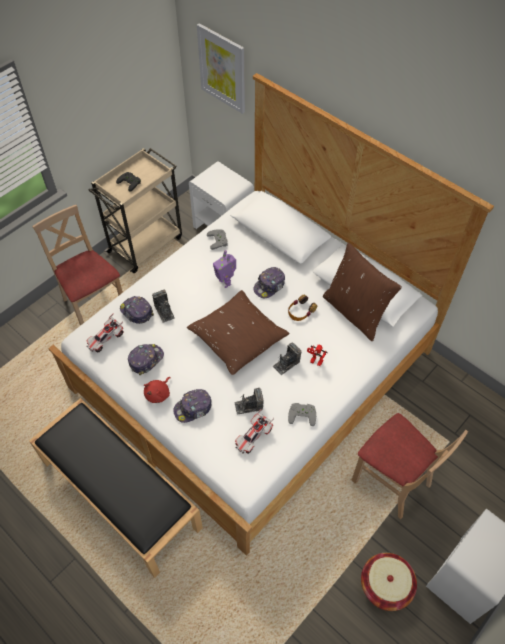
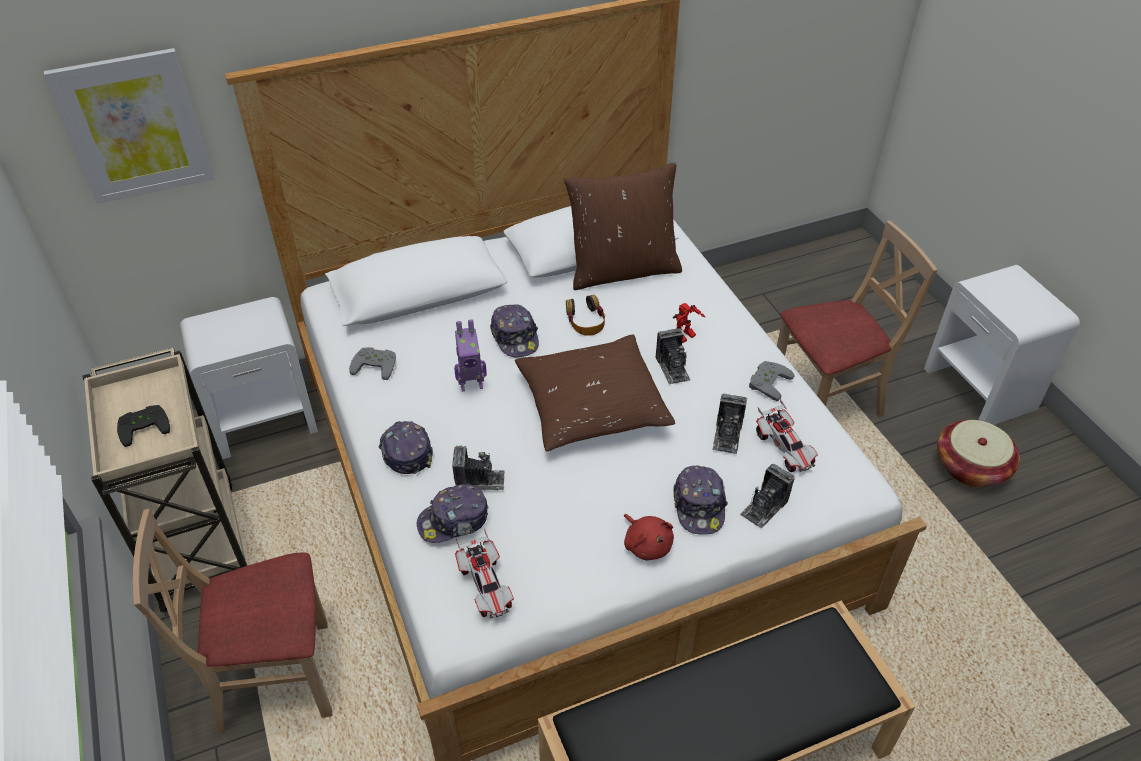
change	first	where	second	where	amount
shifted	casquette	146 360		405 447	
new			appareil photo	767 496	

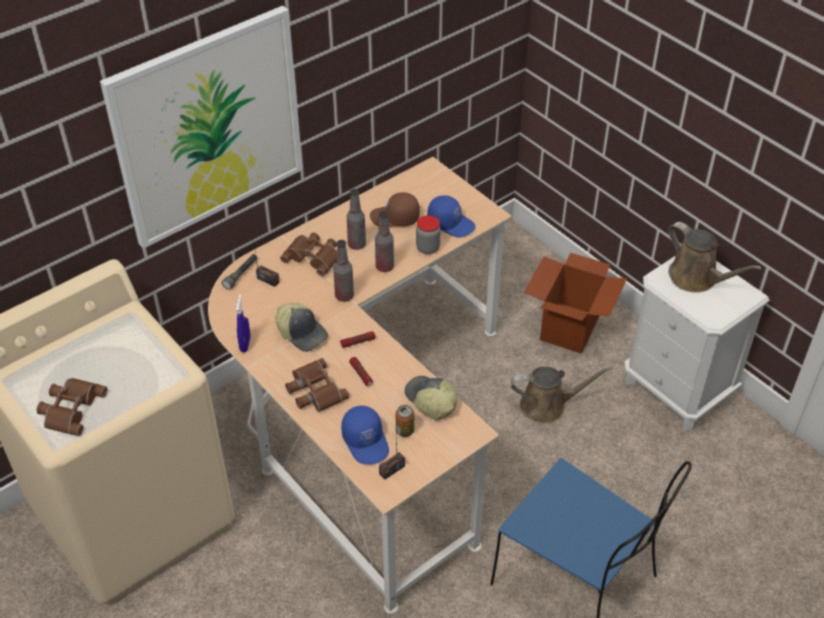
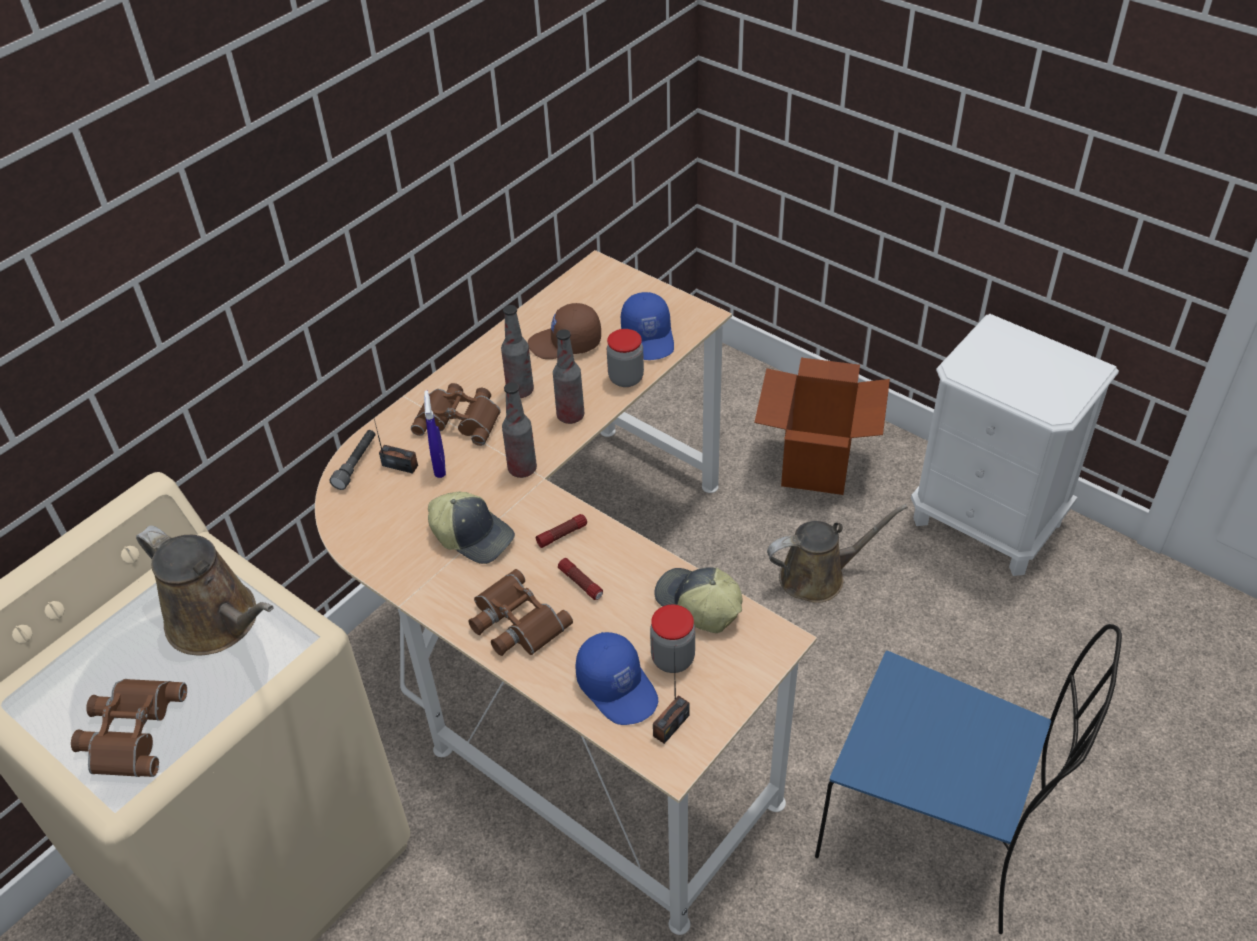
change	first	where	second	where	amount
shifted	arrosoir/marron	715 257		205 590	
shifted	vaporisateur/bleu	243 323		435 434	
rotated	casquette/bleu	451 216		647 326	60 degrees clockwise
swapped	boîte métallique	405 421	bocal	672 639	
gone	tableau	201 127			

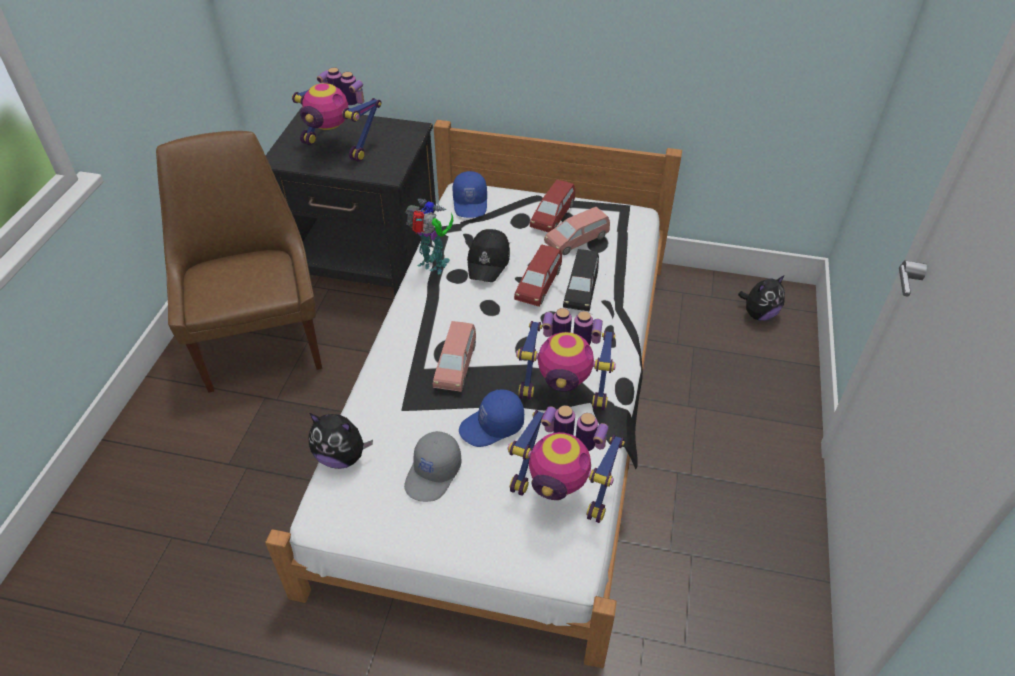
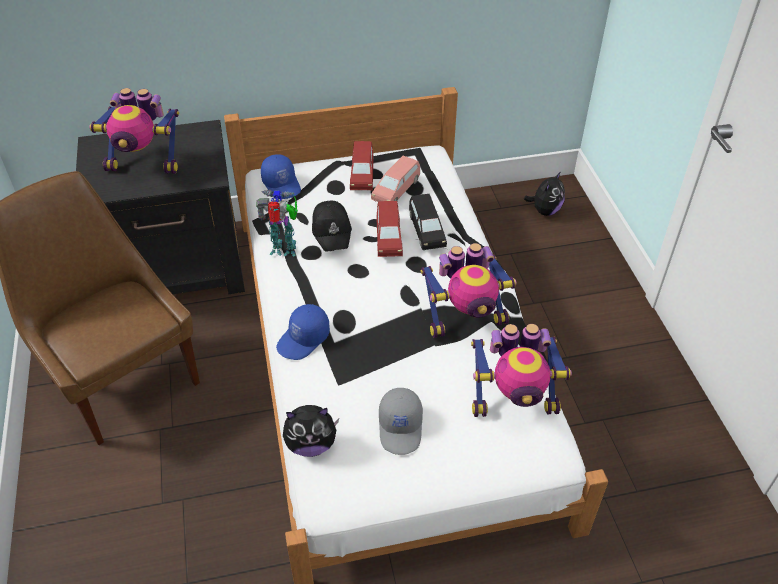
change	first	where	second	where	amount
shifted	casquette/bleu	491 418		303 332	
gone	petite voiture/rose	454 356			

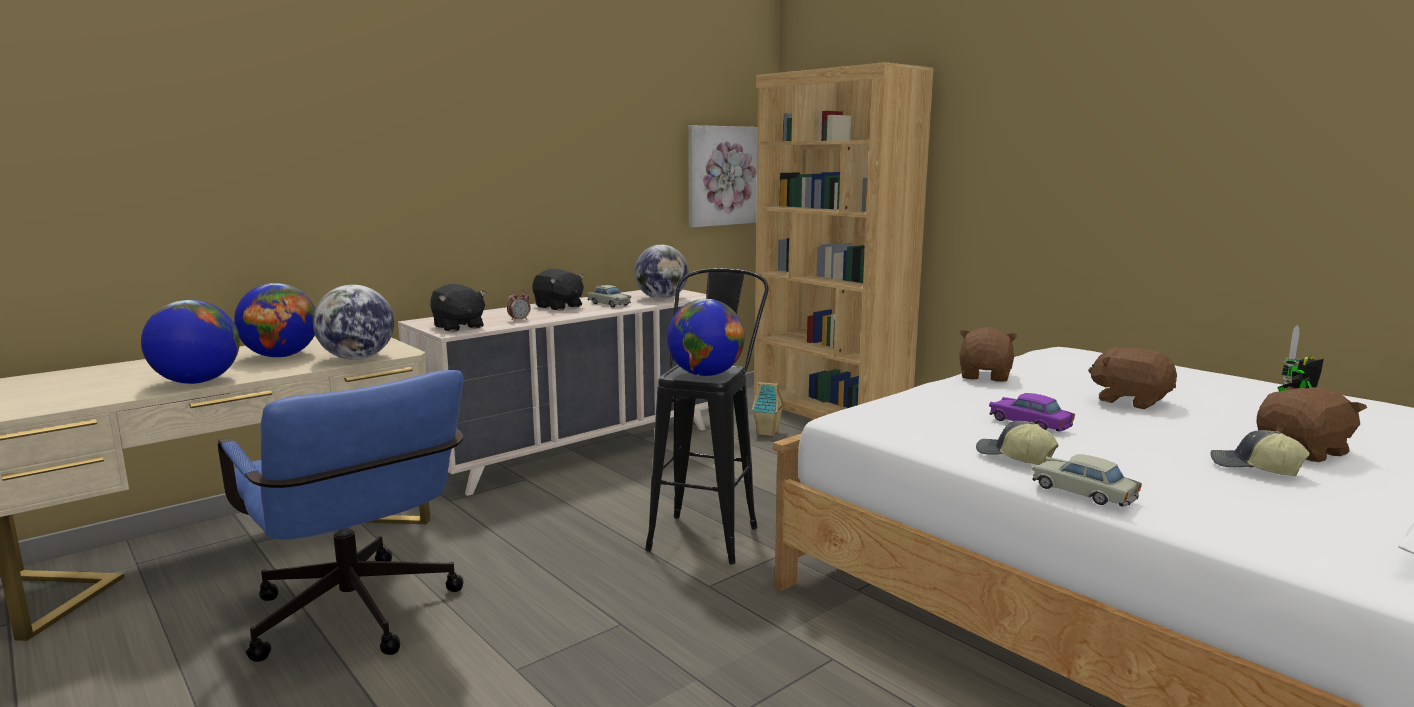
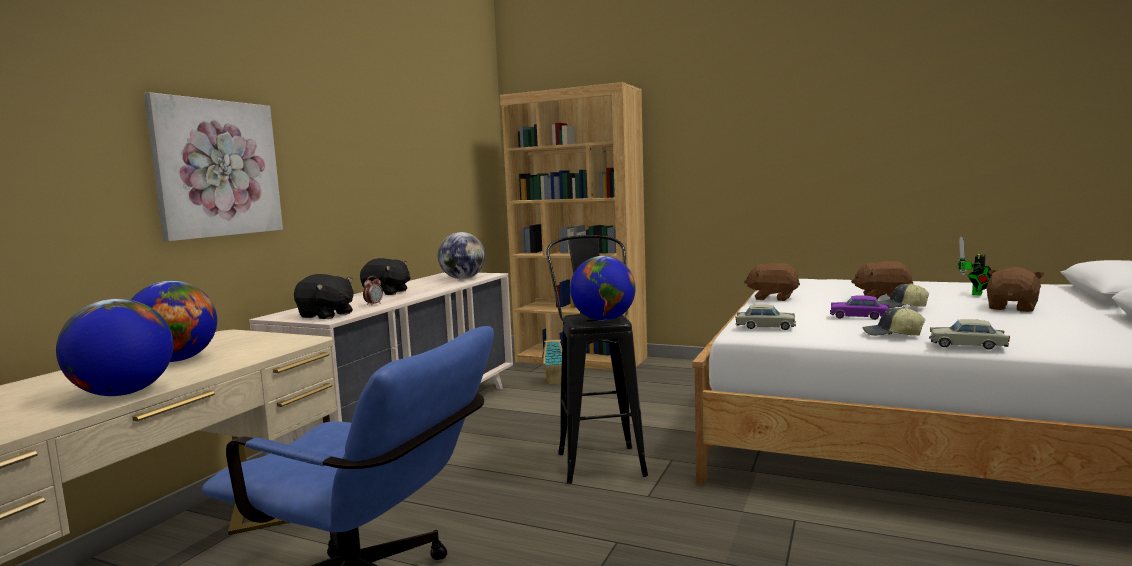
change	first	where	second	where	amount
shifted	tableau	723 176		213 166	
shifted	petite voiture/beige	609 296		766 317	
rotated	peluche/marron	988 354		772 282	60 degrees counterclockwise
shifted	casquette	1260 453		904 295	
gone	globe	353 322			

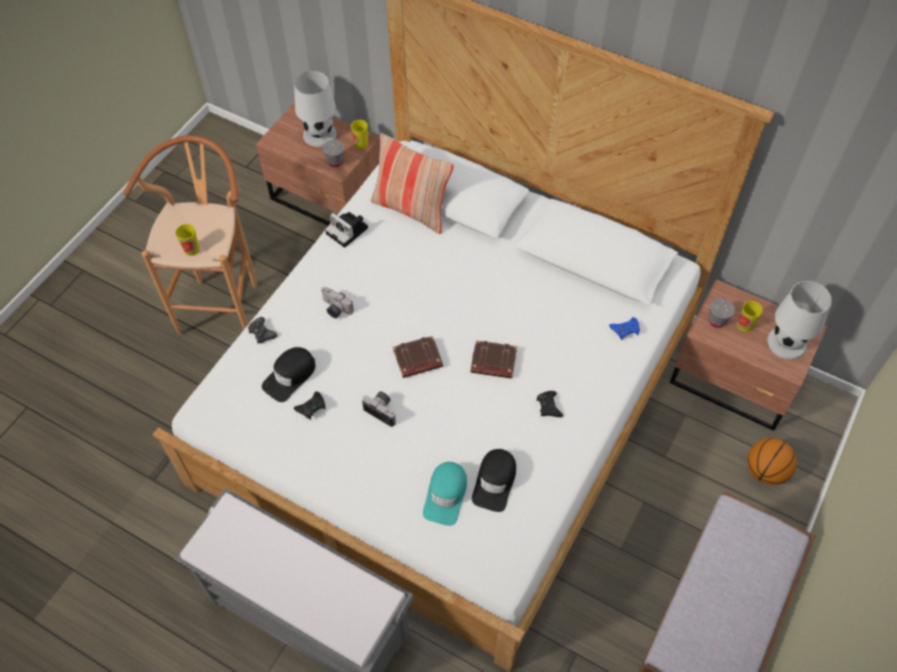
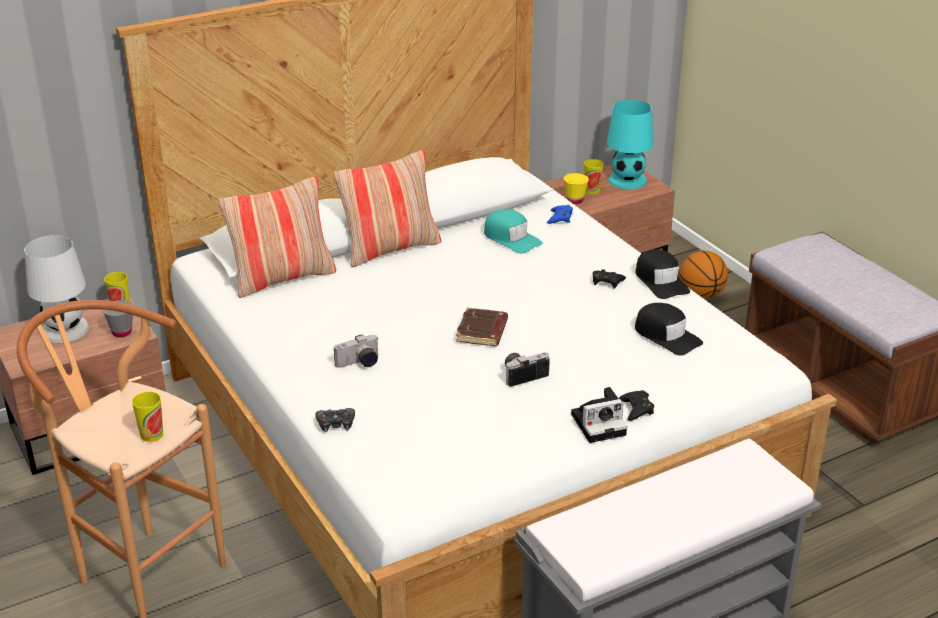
change	first	where	second	where	amount
new			coussin	387 208	
shifted	casquette/turquoise	445 494		513 231	
repainted	tasse/gris	722 313	tasse/jaune	576 188	
shifted	appareil photo	346 230		599 415	
repainted	lampe de table/blanc	799 320	lampe de table/turquoise	630 144	
shifted	manette/noir	310 405		636 405	
shifted	casquette/noir	288 374		662 274	
gone	livre/marron	494 360			

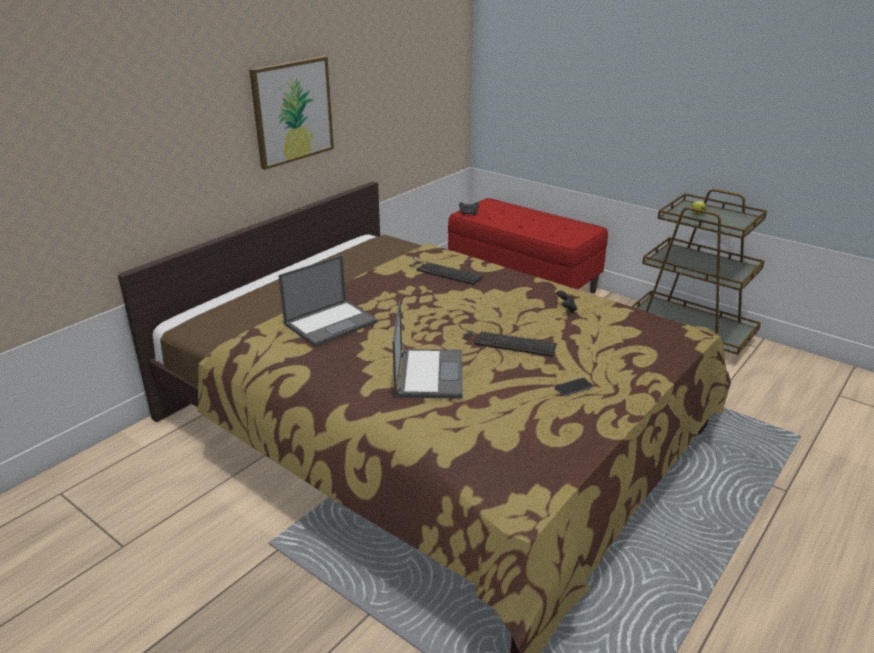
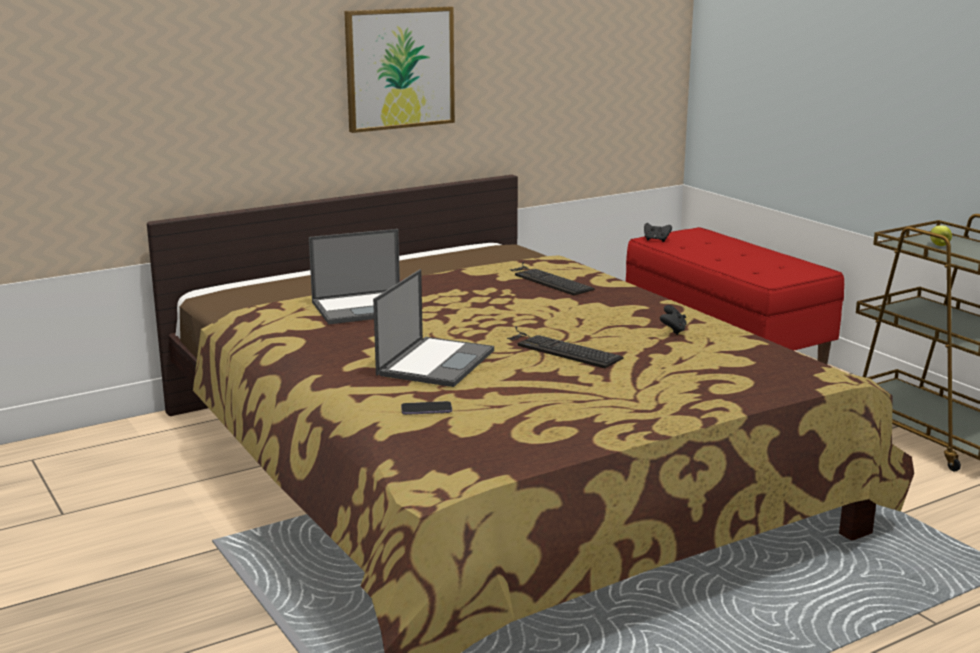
change	first	where	second	where	amount
shifted	téléphone	574 387		426 408	

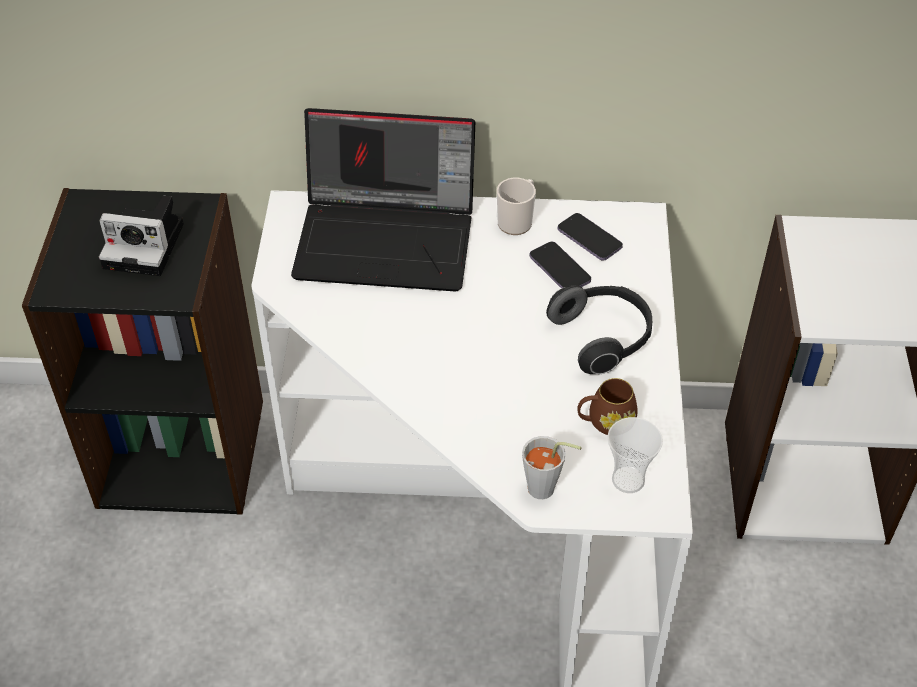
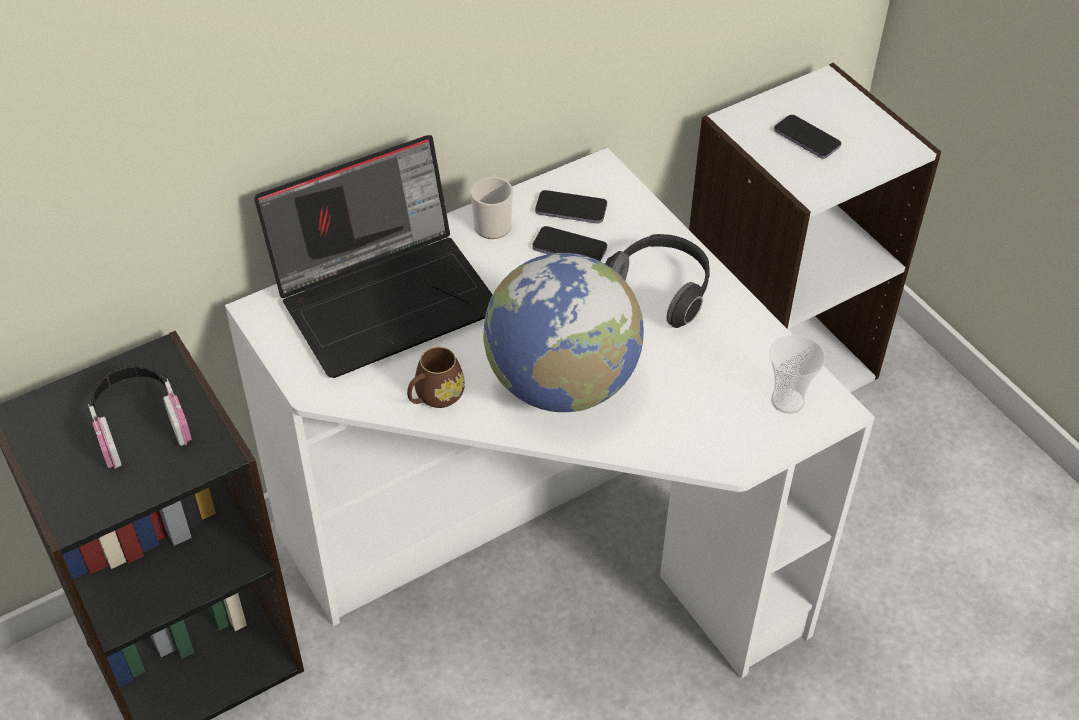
change	first	where	second	where	amount
swapped	appareil photo	141 236	casque audio	140 417	
shifted	mug/marron	607 406		436 377	
new			globe	563 332	
new			téléphone	807 137	
gone	tasse/gris	552 467			

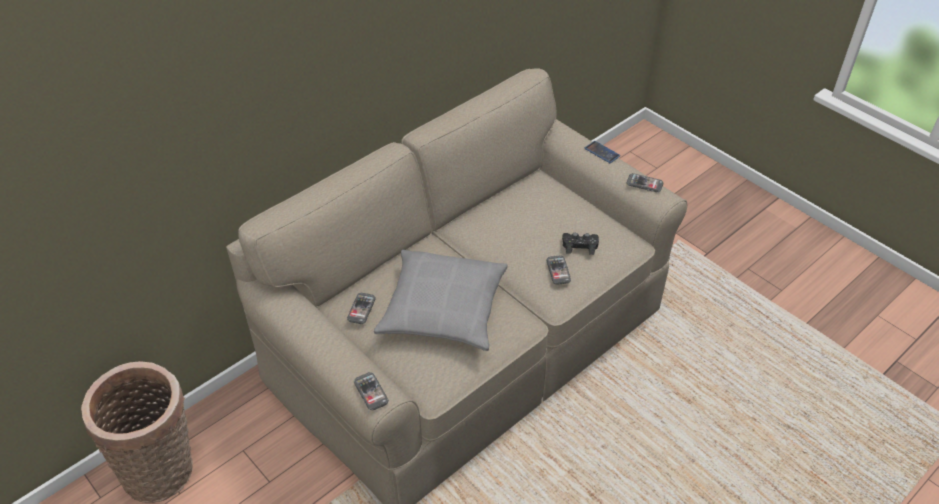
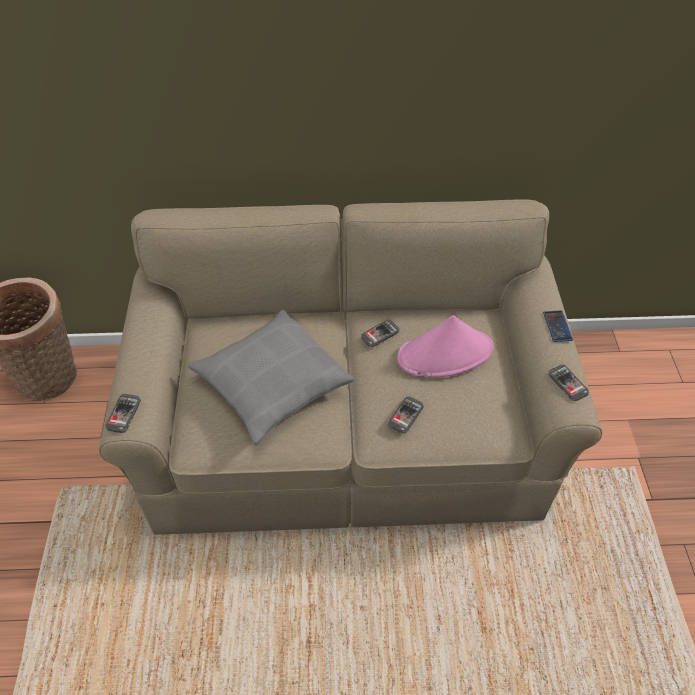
change	first	where	second	where	amount
shifted	téléphone	361 308		380 333	
new			chapeau/rose	445 346	
gone	manette/noir	580 244			

